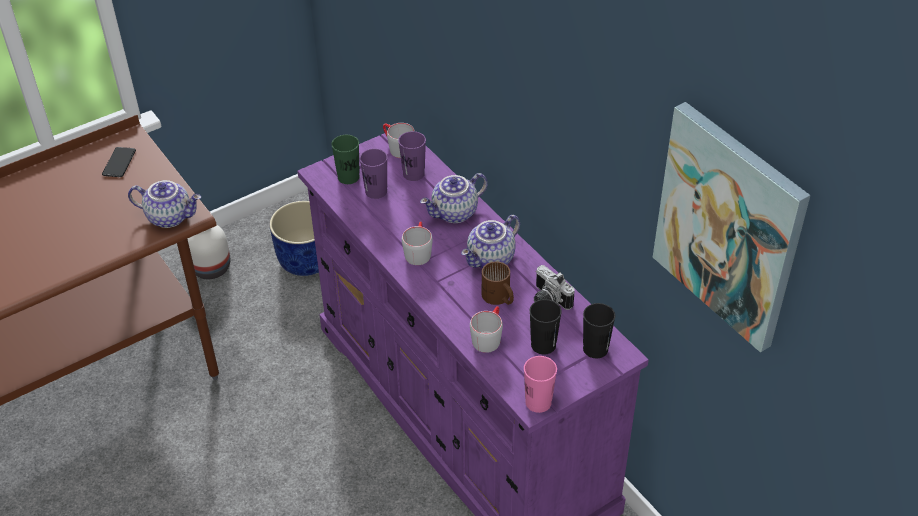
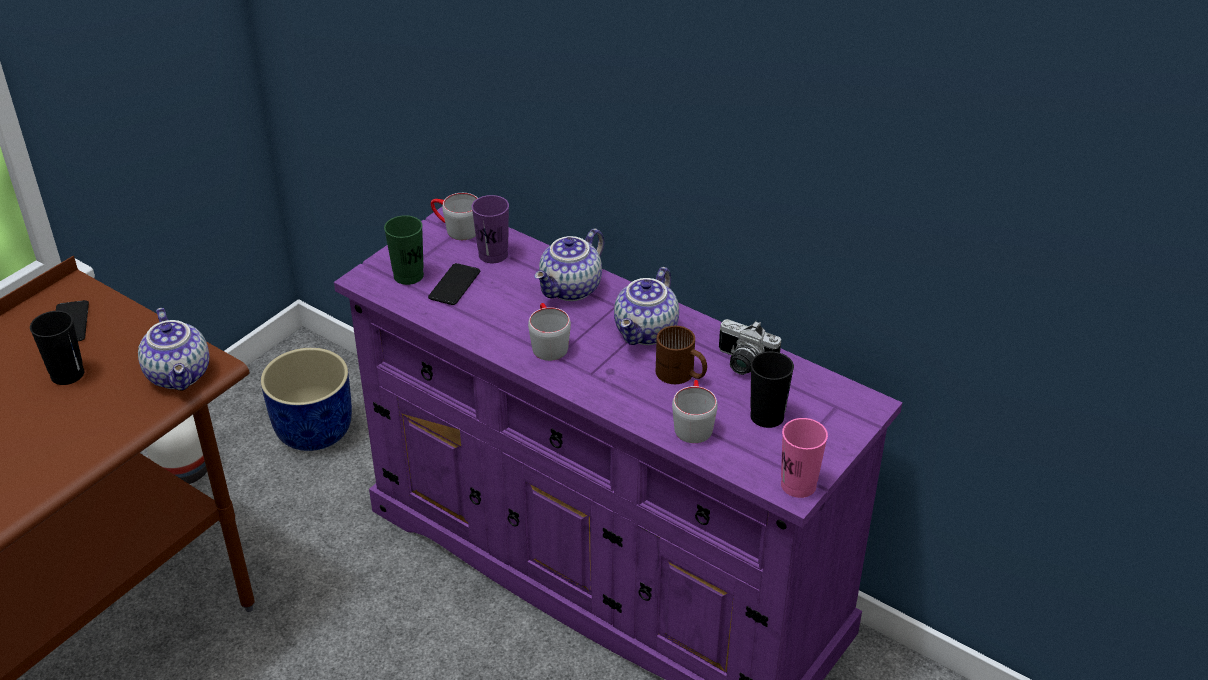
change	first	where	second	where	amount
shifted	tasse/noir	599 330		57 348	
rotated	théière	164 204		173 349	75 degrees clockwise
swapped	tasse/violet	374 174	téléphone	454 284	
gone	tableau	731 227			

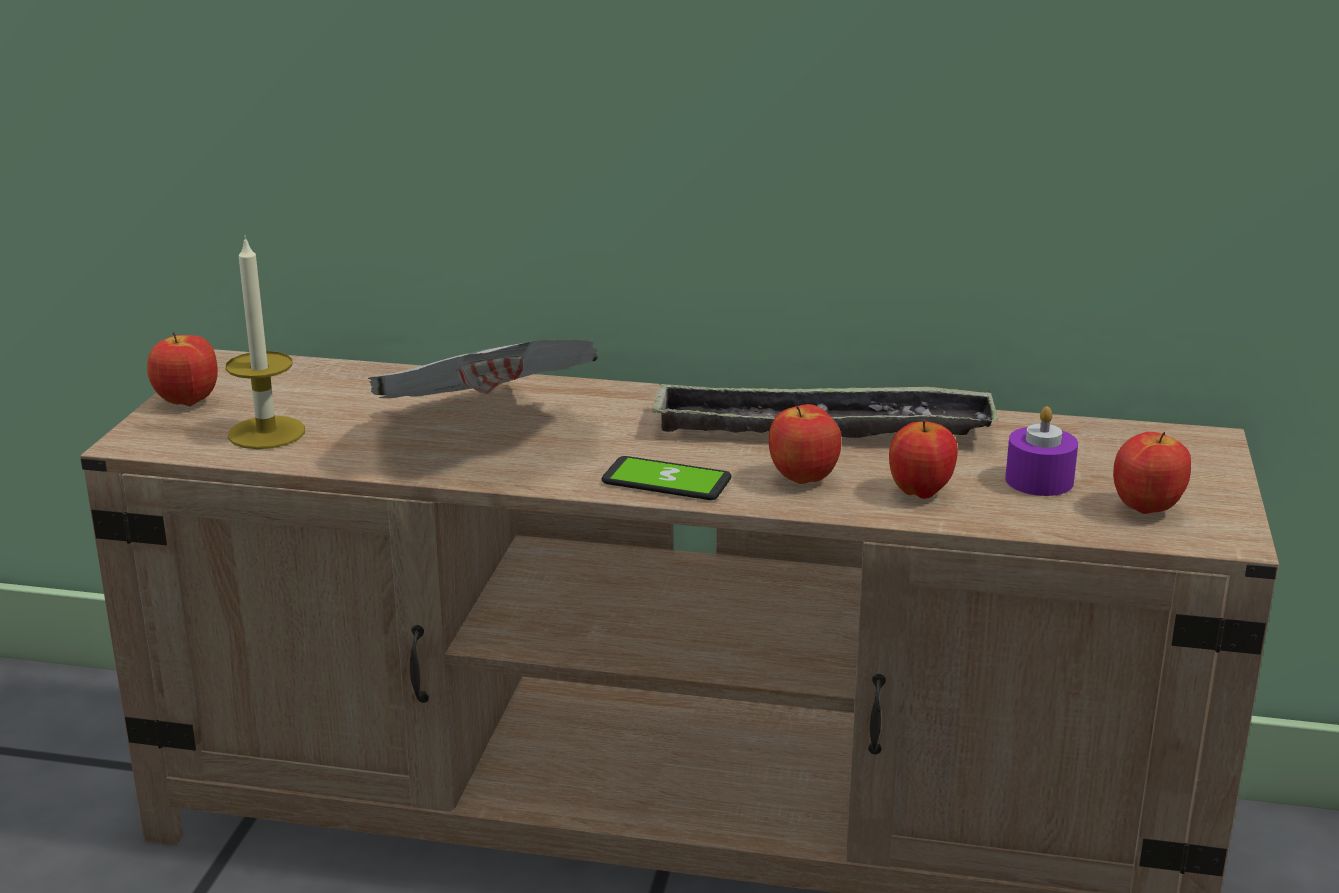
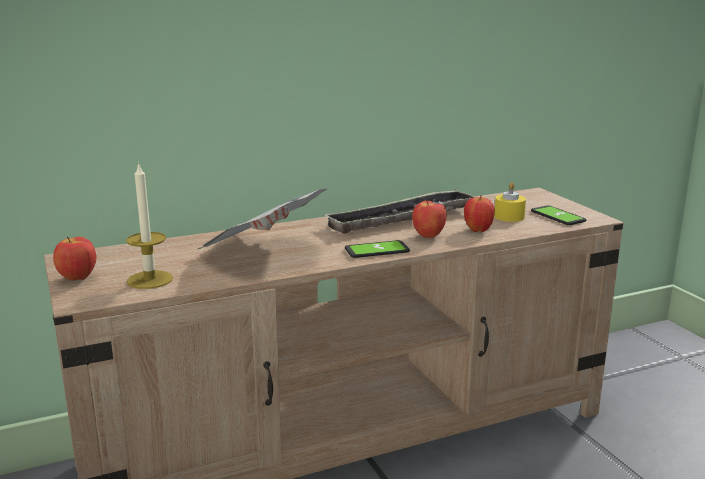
change	first	where	second	where	amount
repainted	bougie/violet	1041 451	bougie/jaune	510 202	
swapped	pomme	1152 472	téléphone	558 215	

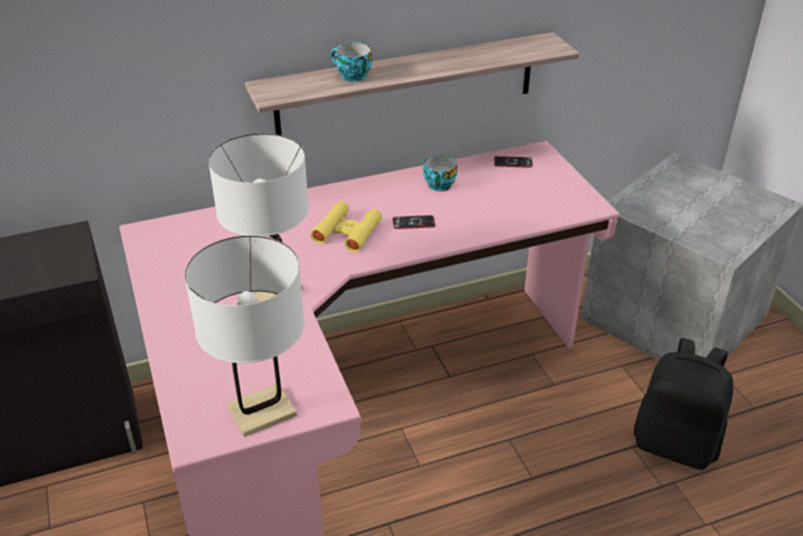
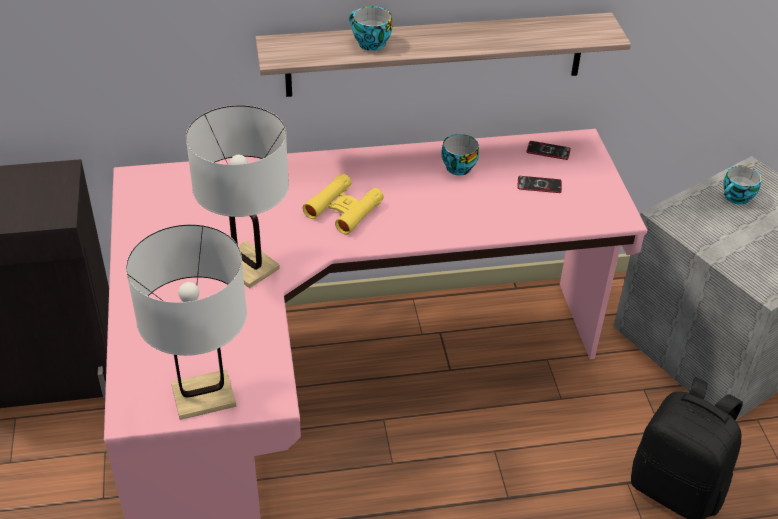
change	first	where	second	where	amount
shifted	téléphone	414 222		539 184	
new			tasse	742 185	

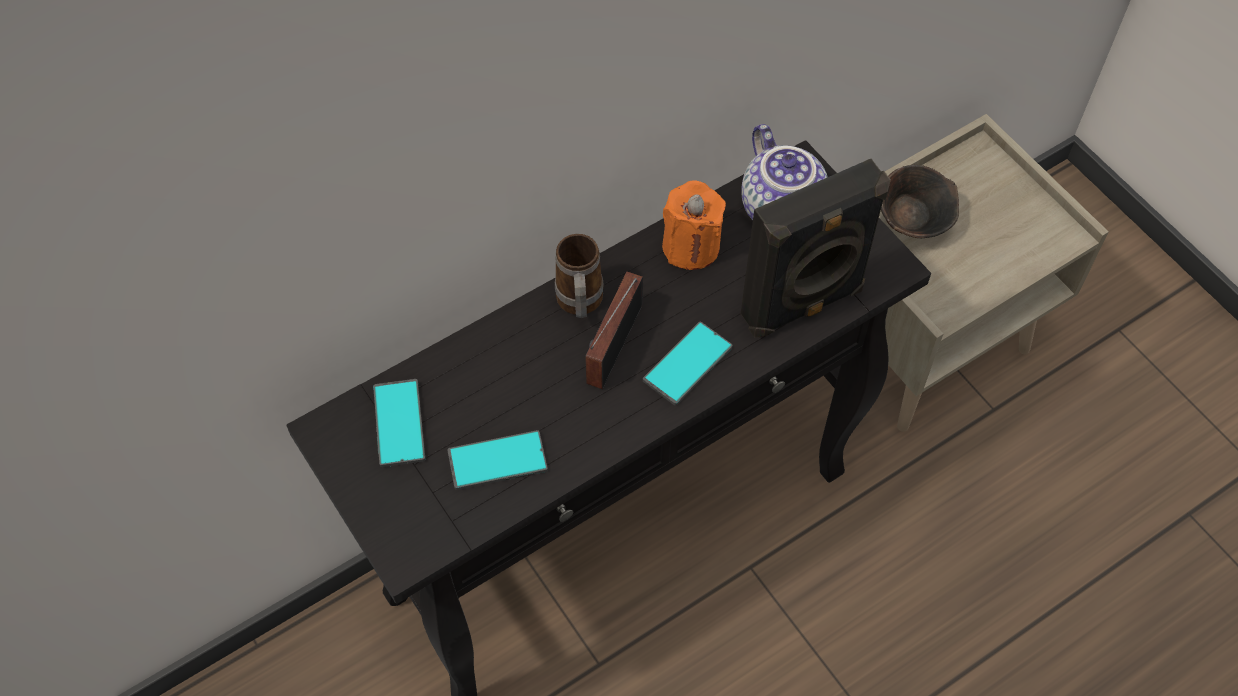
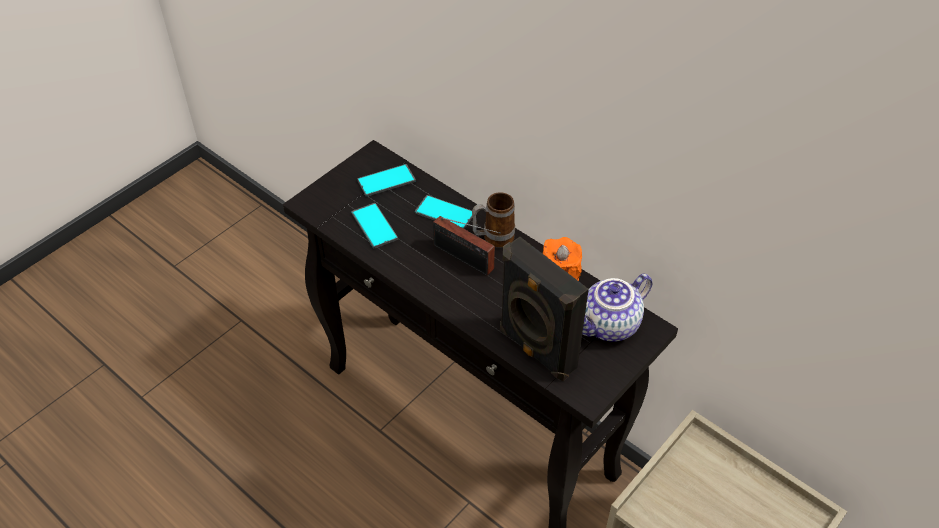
change	first	where	second	where	amount
shifted	téléphone	688 364		444 212	
rotated	radio	614 330		467 246	150 degrees counterclockwise
gone	bol/marron	920 201			

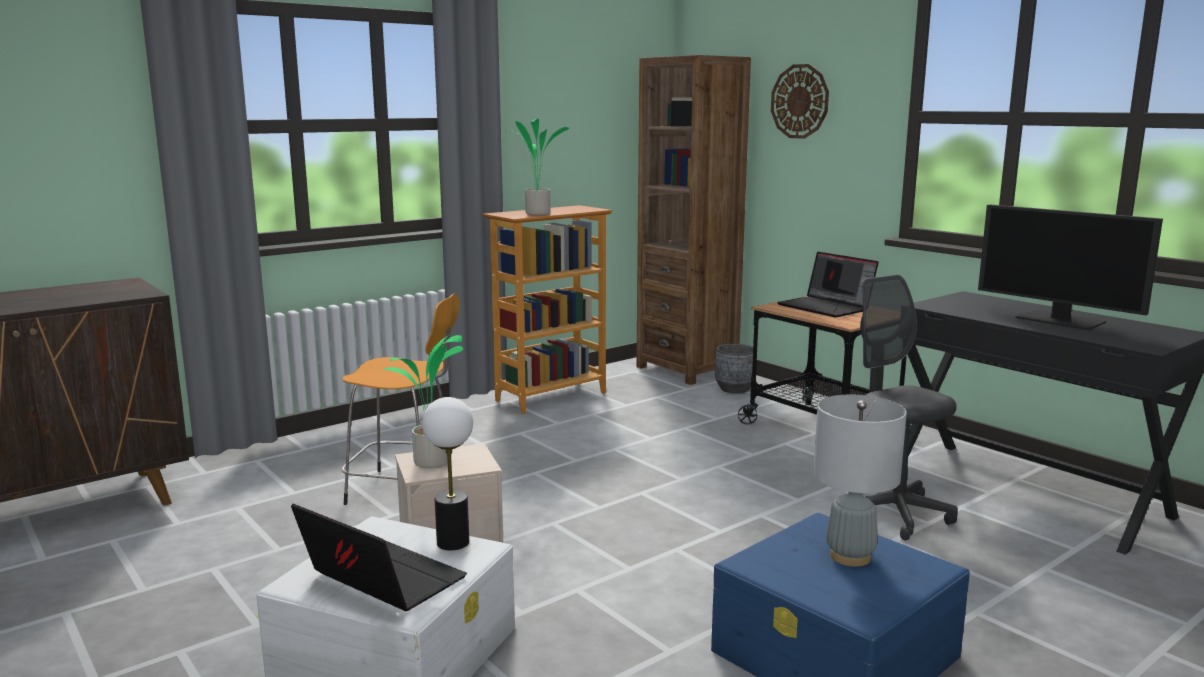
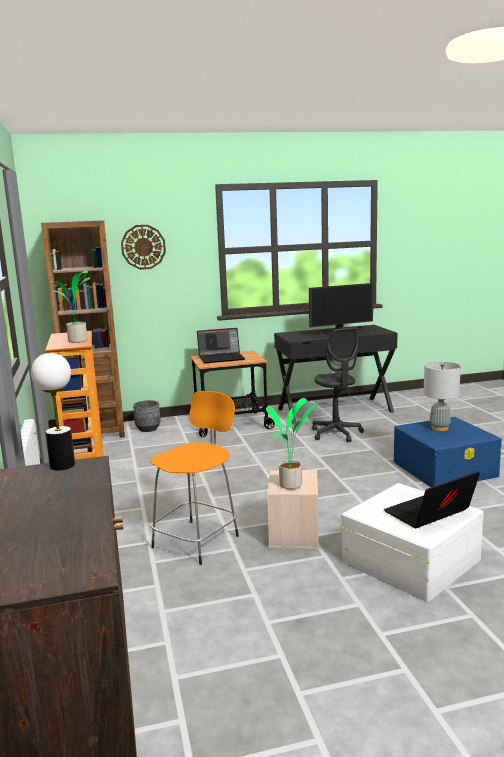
change	first	where	second	where	amount
shifted	lampe de table	447 473		53 411	
rotated	chaise de bureau/gris	909 408		338 384	105 degrees counterclockwise

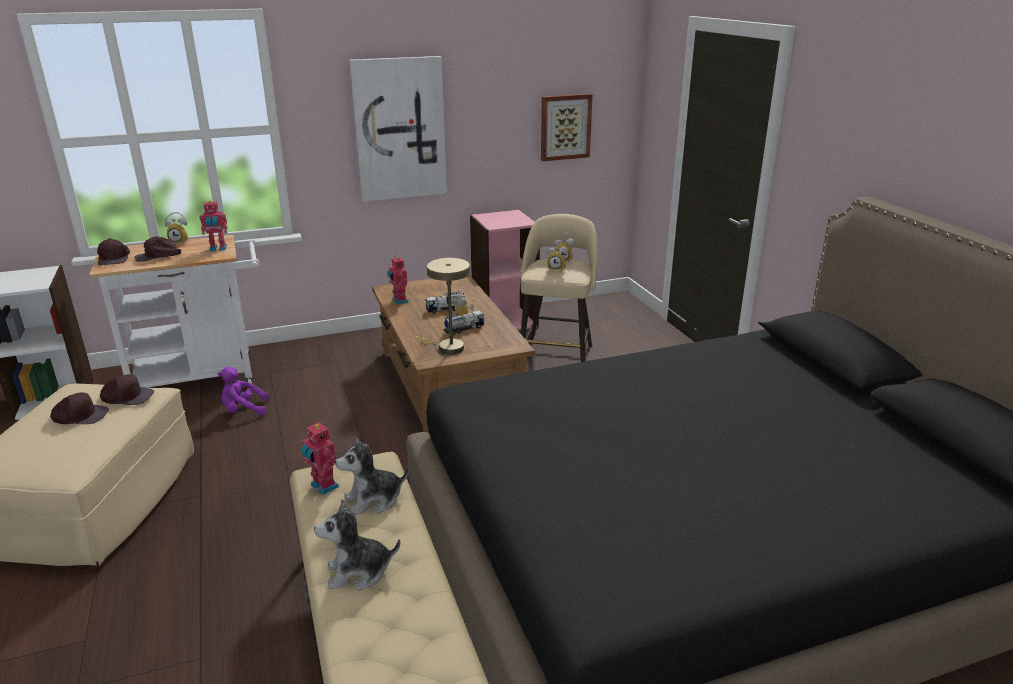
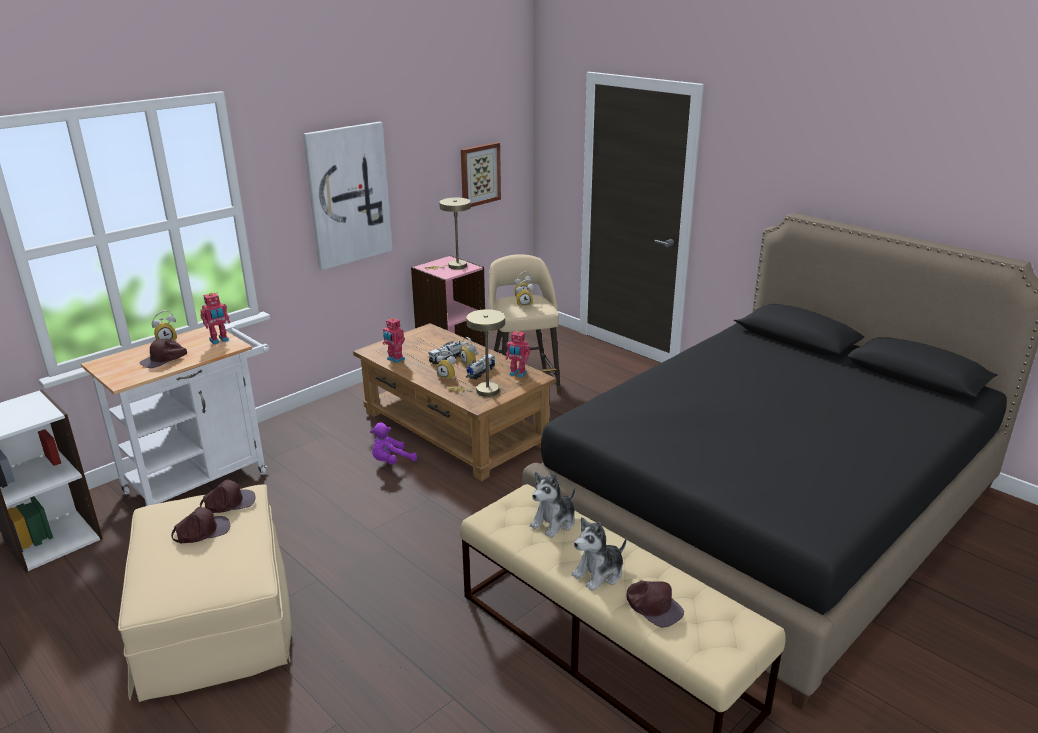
change	first	where	second	where	amount
shifted	peluche/violet	243 391		393 444	
new			lampe de table/beige	447 234	
new			réveil	446 365	
shifted	robot jouet	320 458		517 354	
shifted	casquette/marron	113 251		655 604	

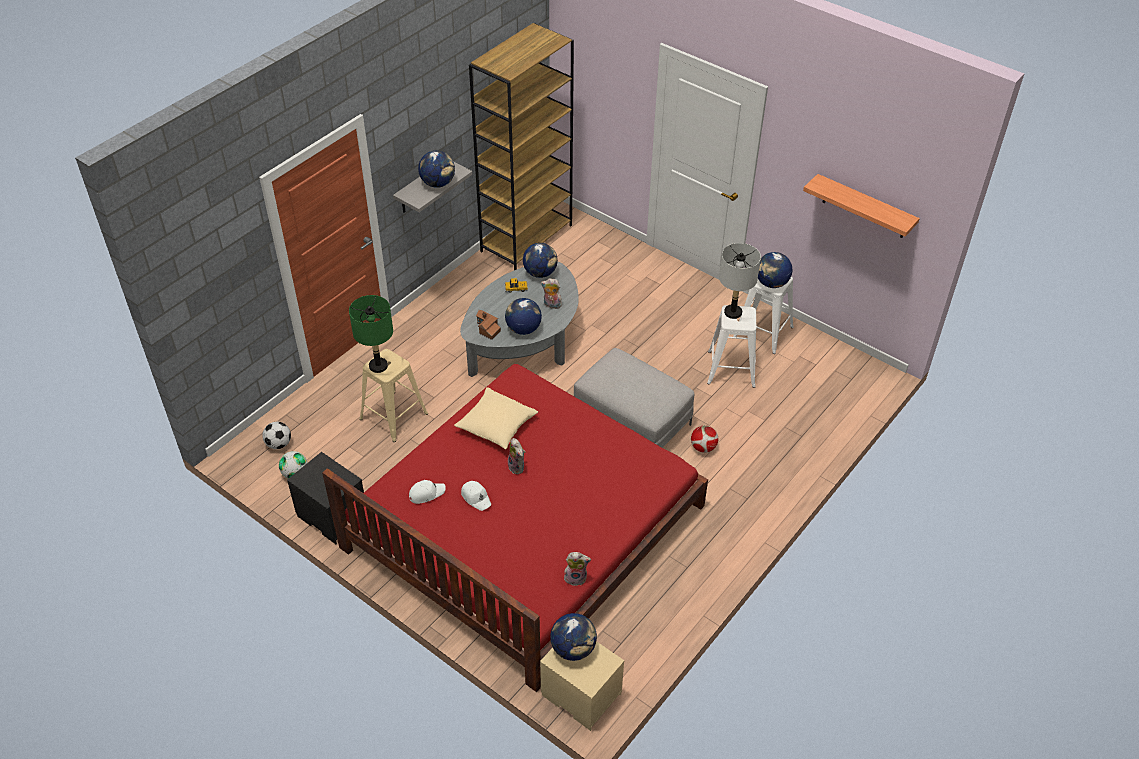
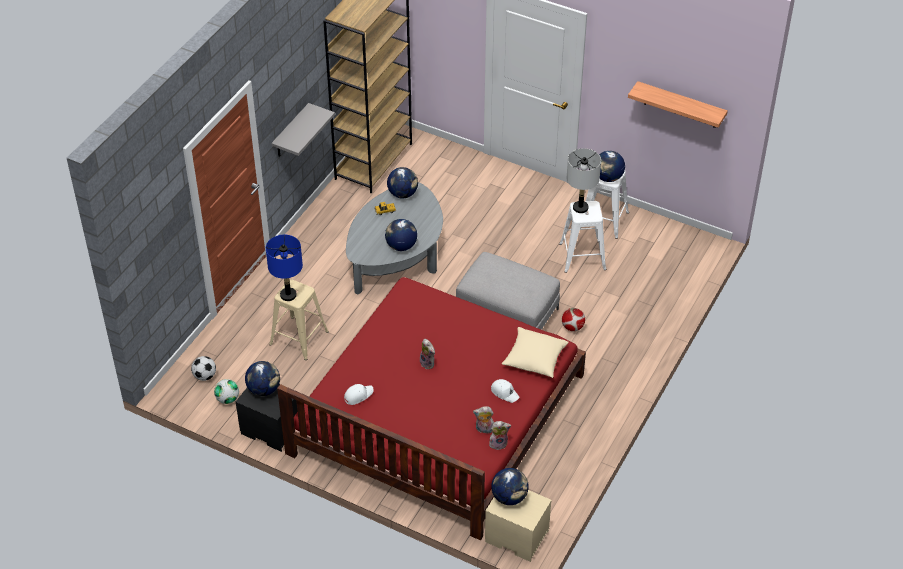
change	first	where	second	where	amount
shifted	globe	436 169		262 378	
repainted	lampe de table/vert	371 334	lampe de table/bleu	284 268	
shifted	peluche	551 293		483 420	
shifted	casquette/blanc	476 496		505 391	
shifted	coussin/beige	496 418		535 352	
gone	maison miniature	488 325			

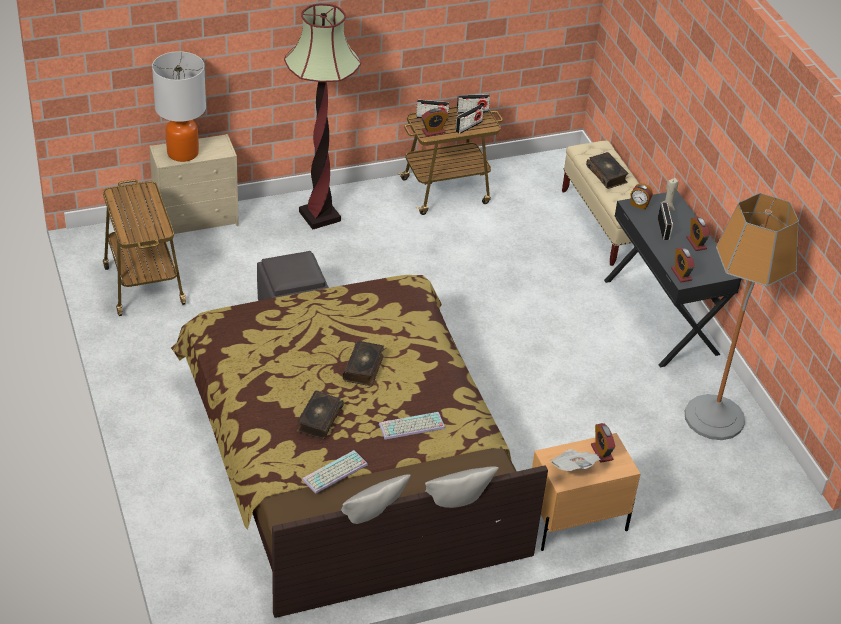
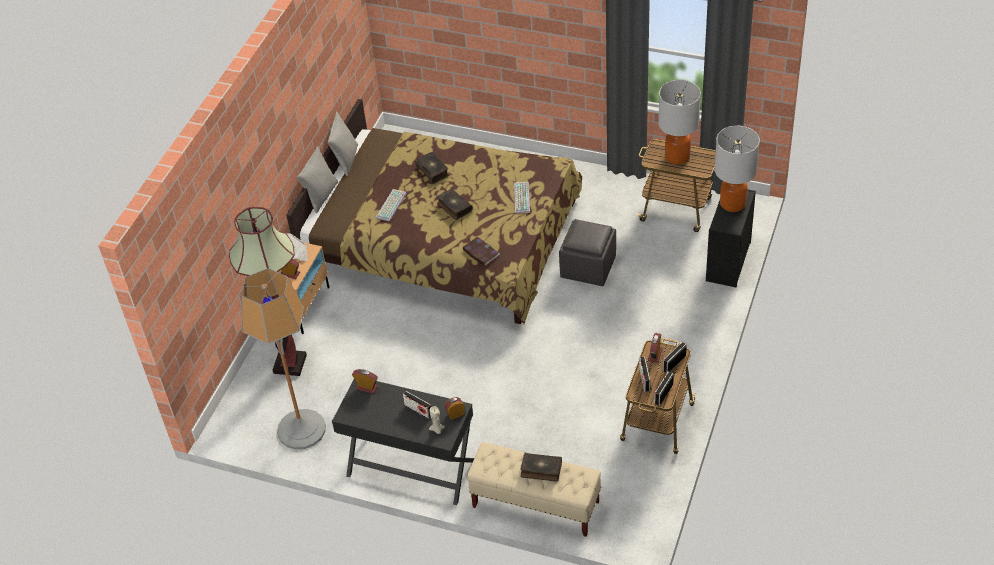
change	first	where	second	where	amount
shifted	lampadaire	322 117		268 291	
new			livre	481 251	
shifted	clavier	335 472		522 197	
new			lampe de table	679 122	
repainted	commode/beige	194 184	commode/noir	731 238	
gone	réveil	698 234			

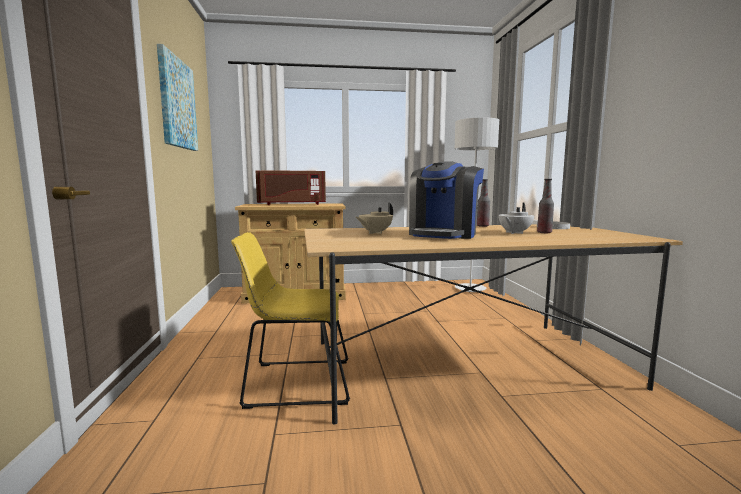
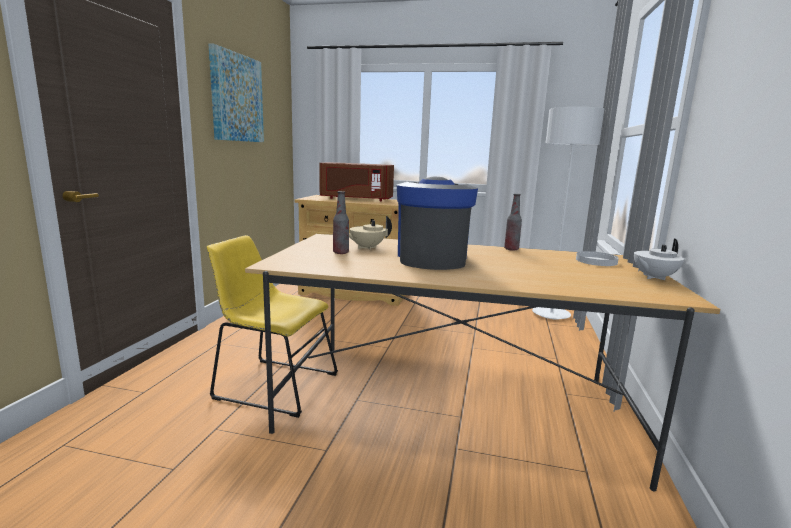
change	first	where	second	where	amount
shifted	bouteille	545 206		341 222	
rotated	machine à café	446 200		437 223	135 degrees clockwise
shifted	théière/blanc	516 218		659 259	

